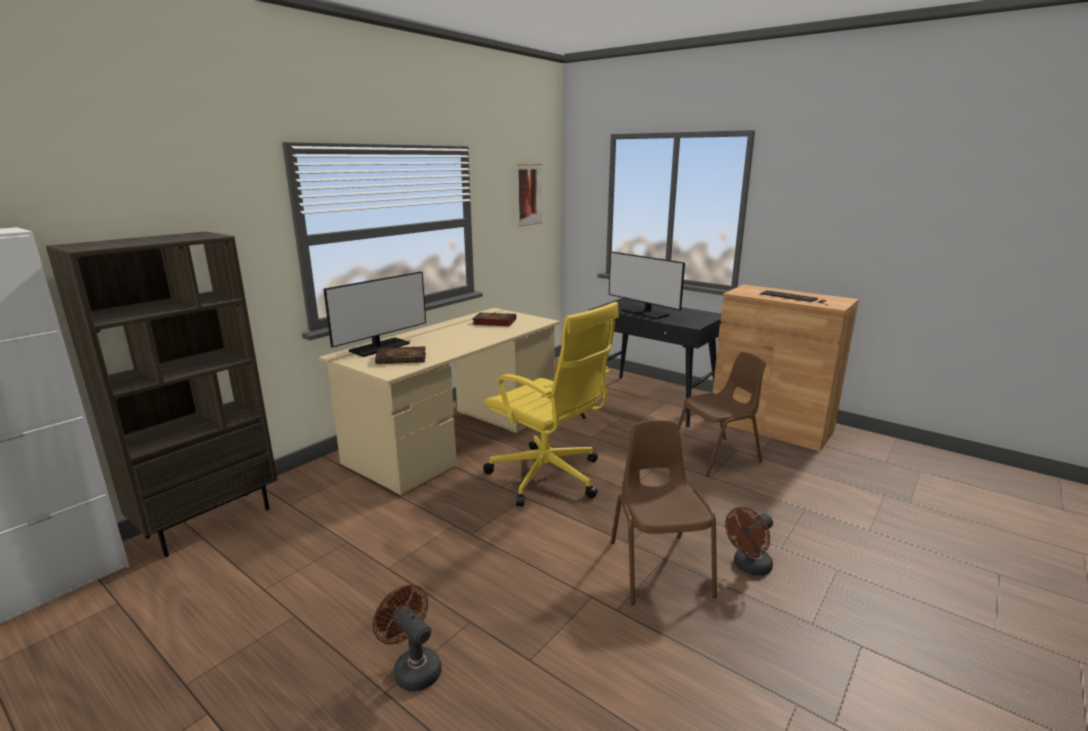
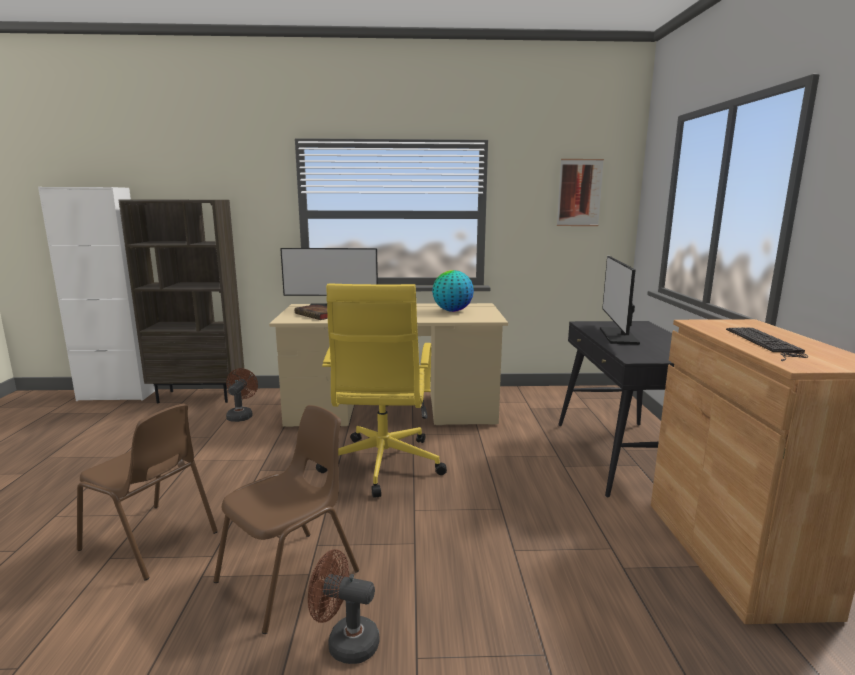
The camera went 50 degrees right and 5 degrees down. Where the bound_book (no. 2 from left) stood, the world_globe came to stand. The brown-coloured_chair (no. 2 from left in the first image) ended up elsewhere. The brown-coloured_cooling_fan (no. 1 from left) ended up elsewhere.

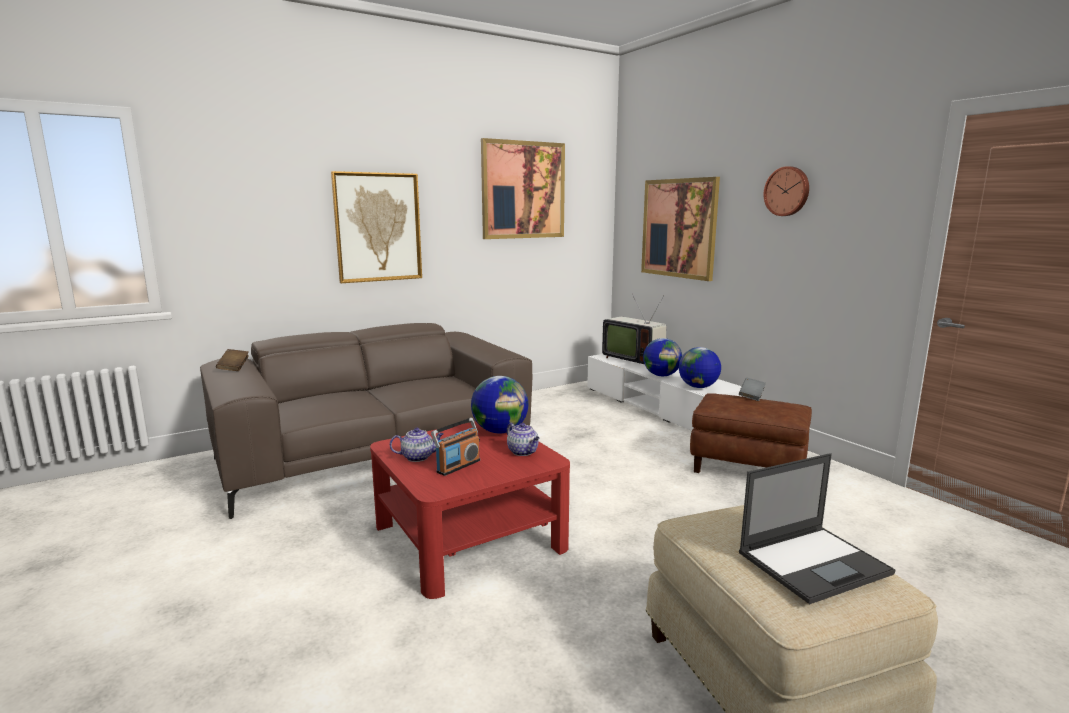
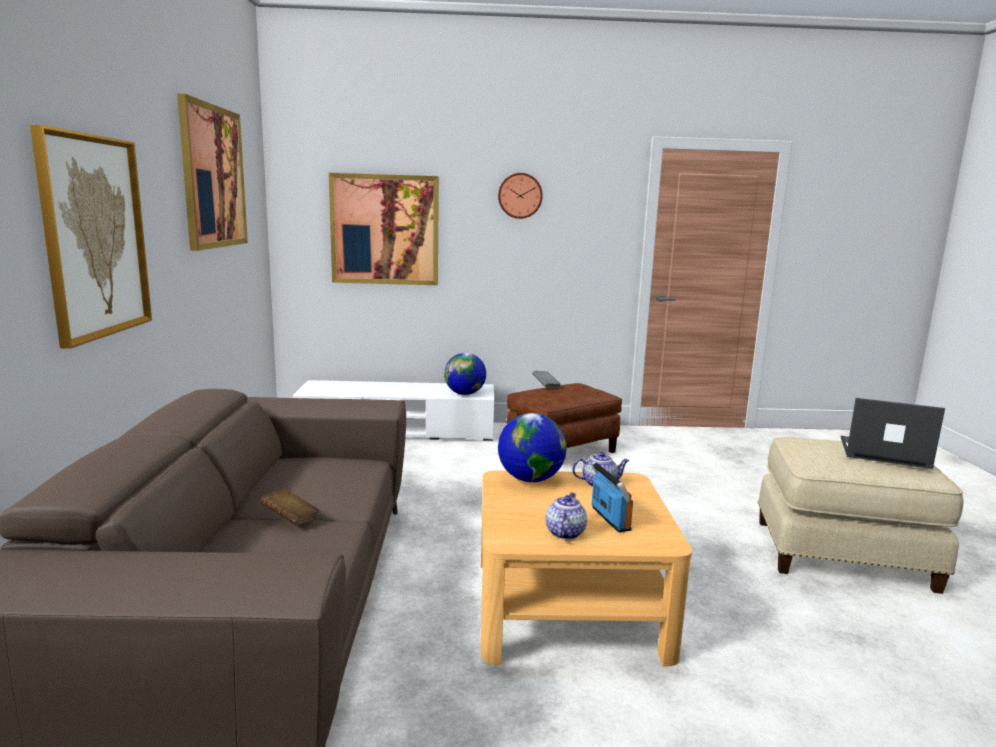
The camera went 60 degrees left and 0 degrees up. The second view lost the television. The second view lost the world_globe (no. 2 from left). The brown-coloured_bound_book ended up elsewhere. What was the red_coffee_table turned into the sand-coloured_coffee_table. The portable_computer ended up facing another way, 75 degrees counterclockwise from before.

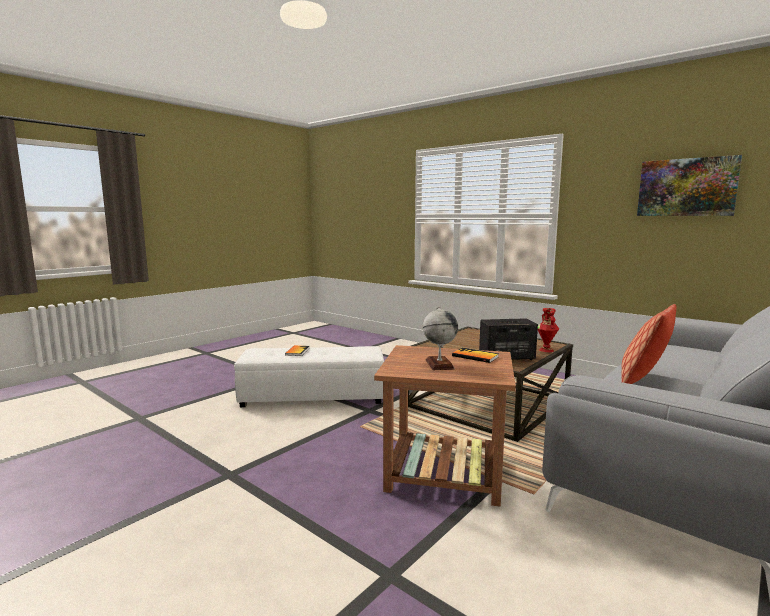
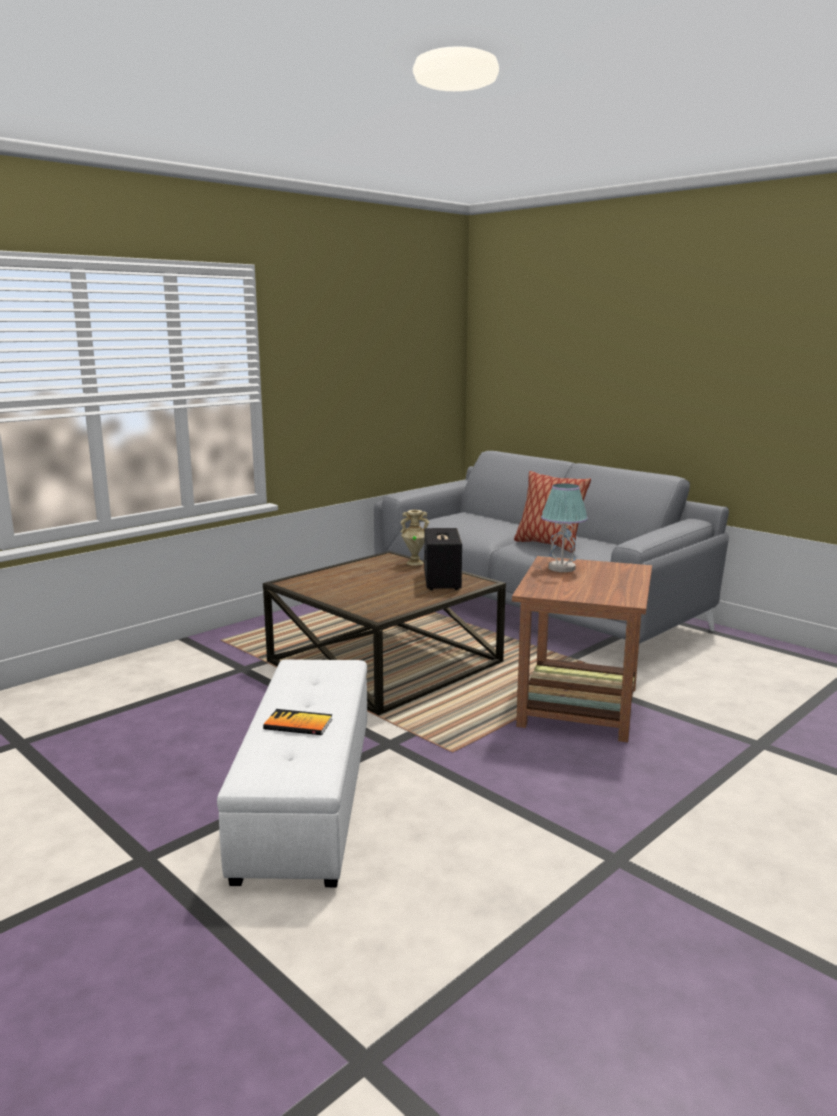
The camera went 85 degrees left and 5 degrees up. The second view lost the wall_art. The second view lost the world_globe. What was the red_decorative_vase turned into the sand-coloured_decorative_vase. Where the bound_book (no. 2 from left) stood, the tabletop_lamp came to stand.

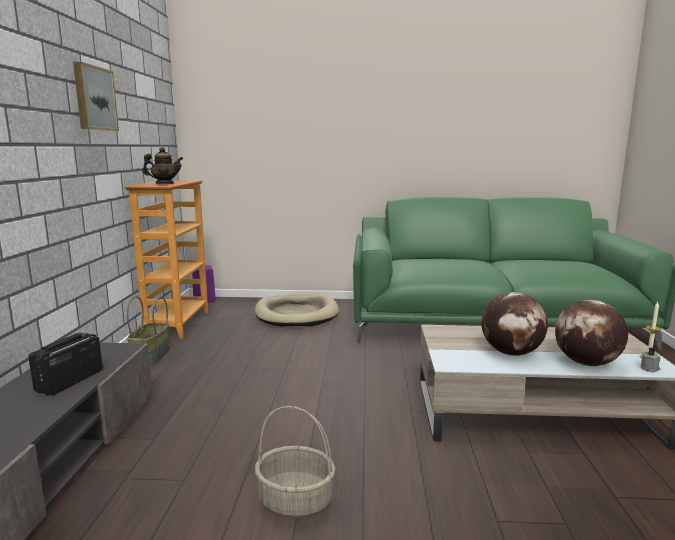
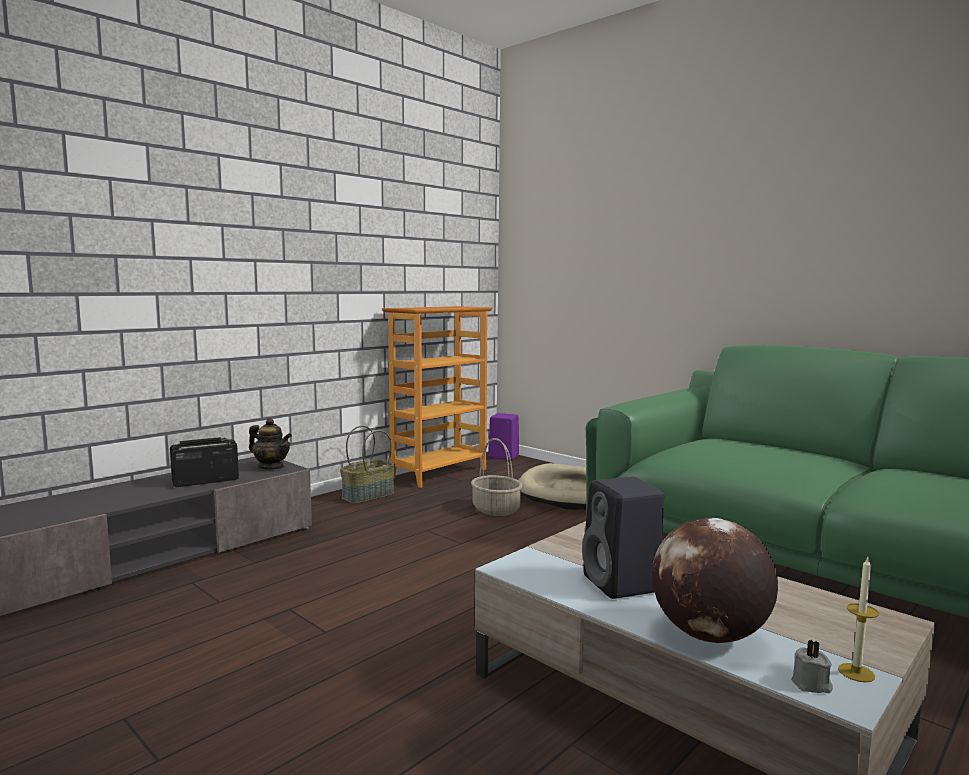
The camera went 40 degrees right and 5 degrees down. The second view lost the wall_art. The pot_for_tea ended up elsewhere. Where the world_globe (no. 1 from left) stood, the blackish_speaker came to stand. The storage_basket (no. 2 from left) ended up elsewhere.

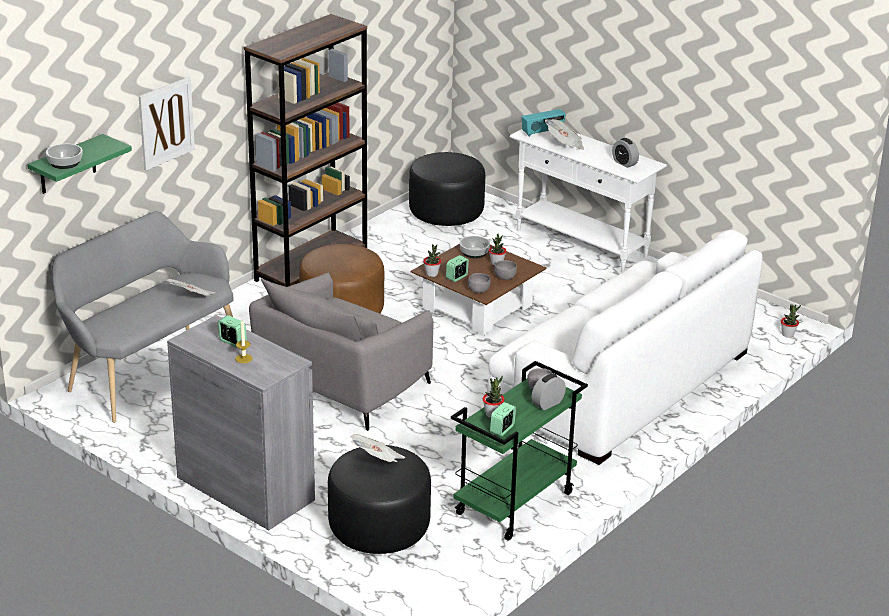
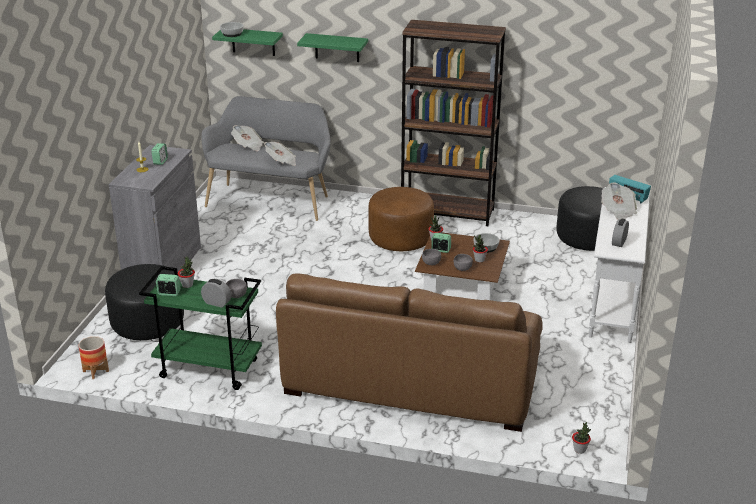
The camera went 65 degrees right and 0 degrees up. Where the wall_art hung, the greenish_bracket_shelf (no. 2 from left) came to hang. What was the whitish_settee turned into the brown-coloured_settee. The second view lost the greyish_armchair. The newspaper (no. 2 from left in the first image) ended up elsewhere. The second view gained the plant_pot.

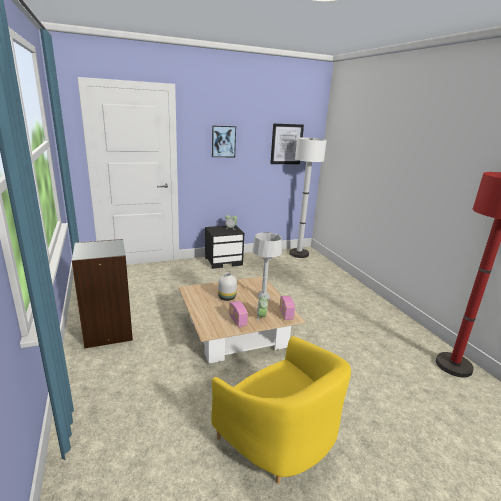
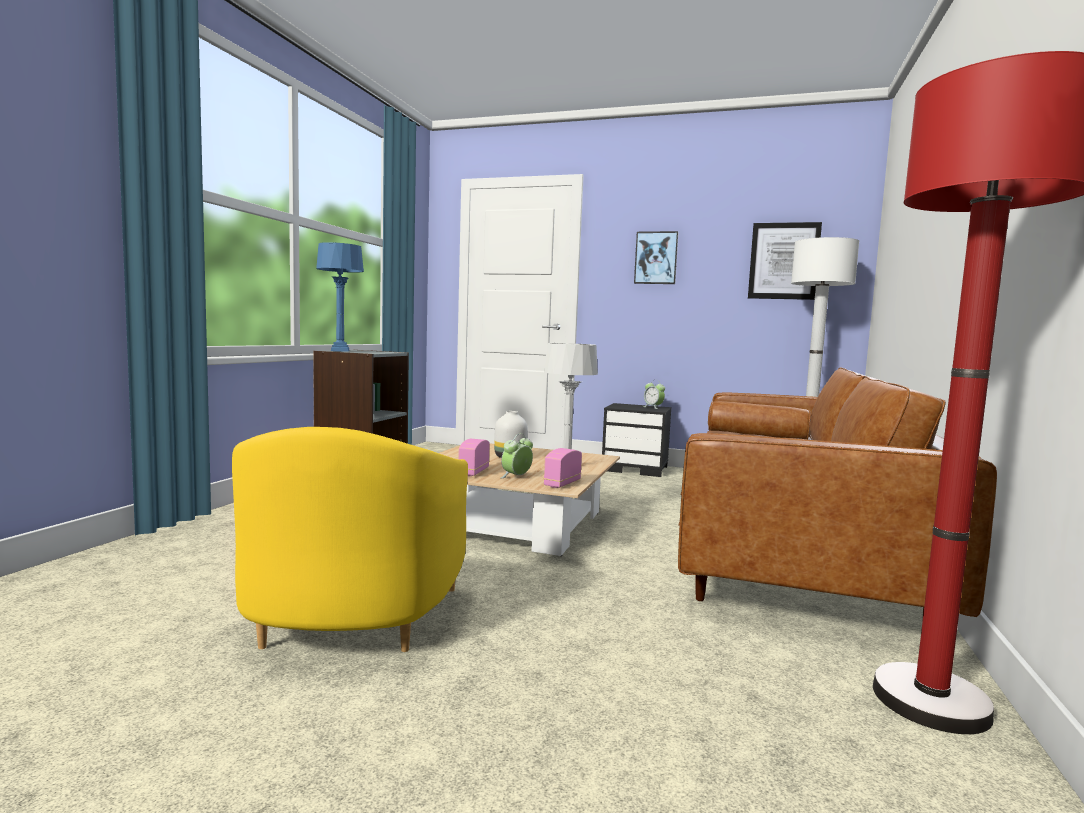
The camera went 40 degrees right and 15 degrees down. The second view gained the blue-coloured_tabletop_lamp. The second view gained the brown-coloured_settee.

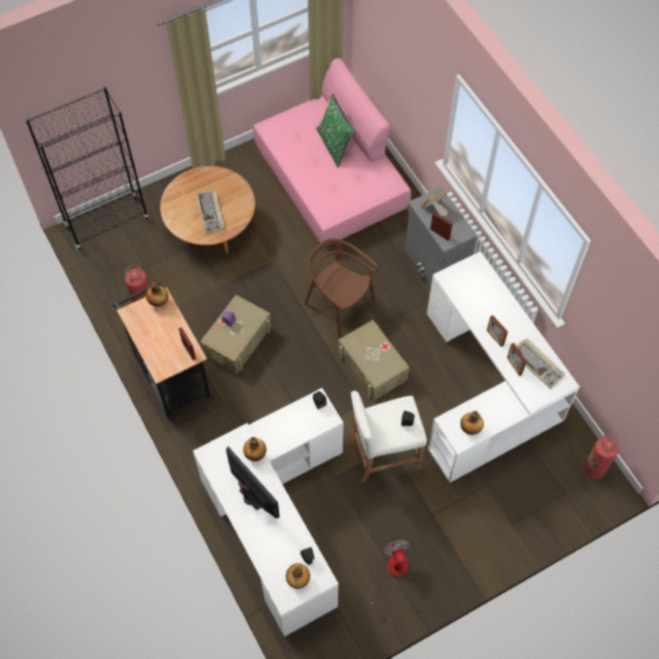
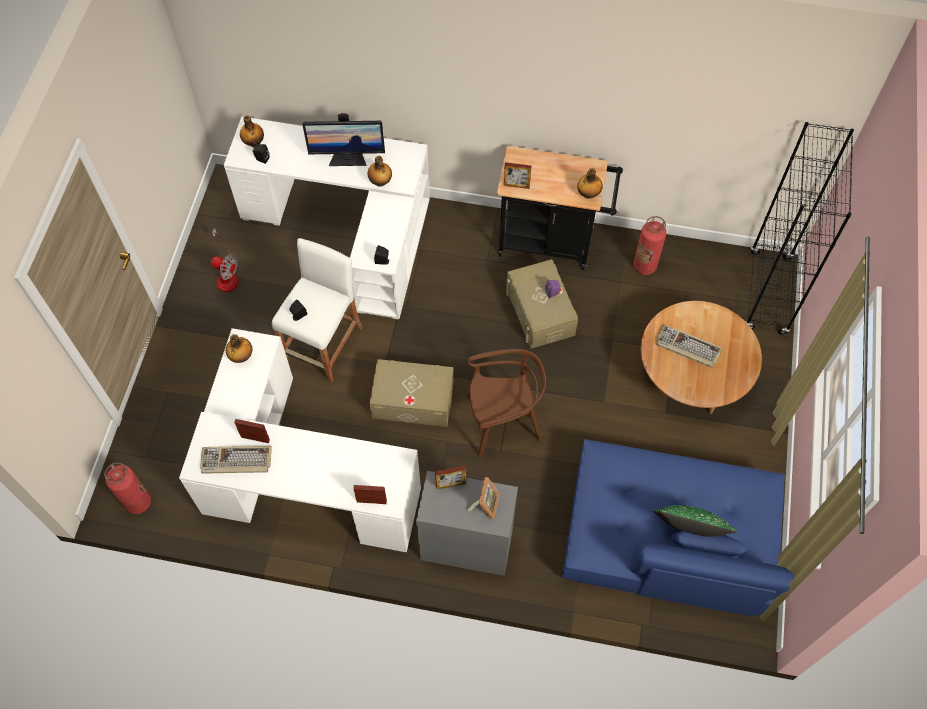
The camera went 130 degrees right and 0 degrees up. What was the pinkish_settee turned into the blue-coloured_settee. The standing_frame (no. 4 from left in the first image) ended up elsewhere.

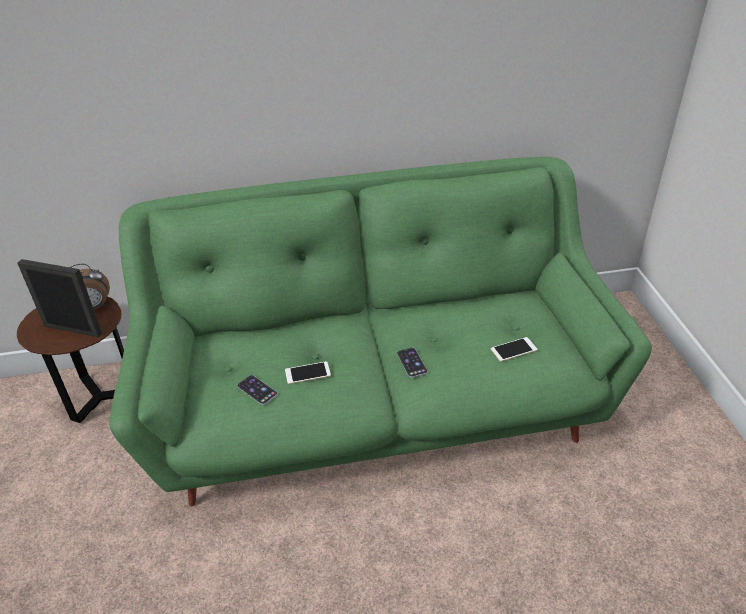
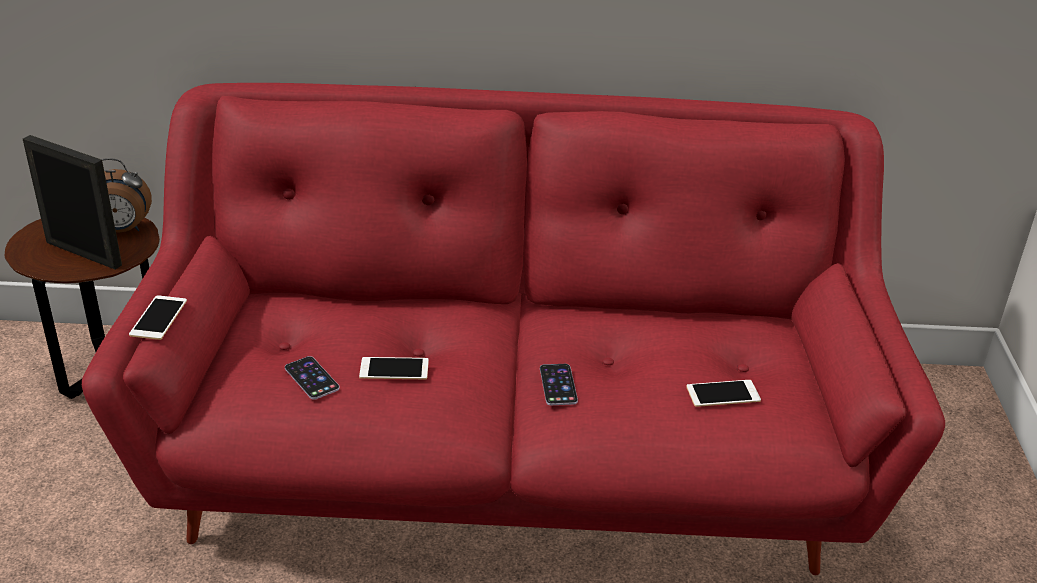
The camera went 10 degrees right and 5 degrees down. What was the greenish_settee turned into the red_settee. The second view gained the telephone (no. 1 from left).

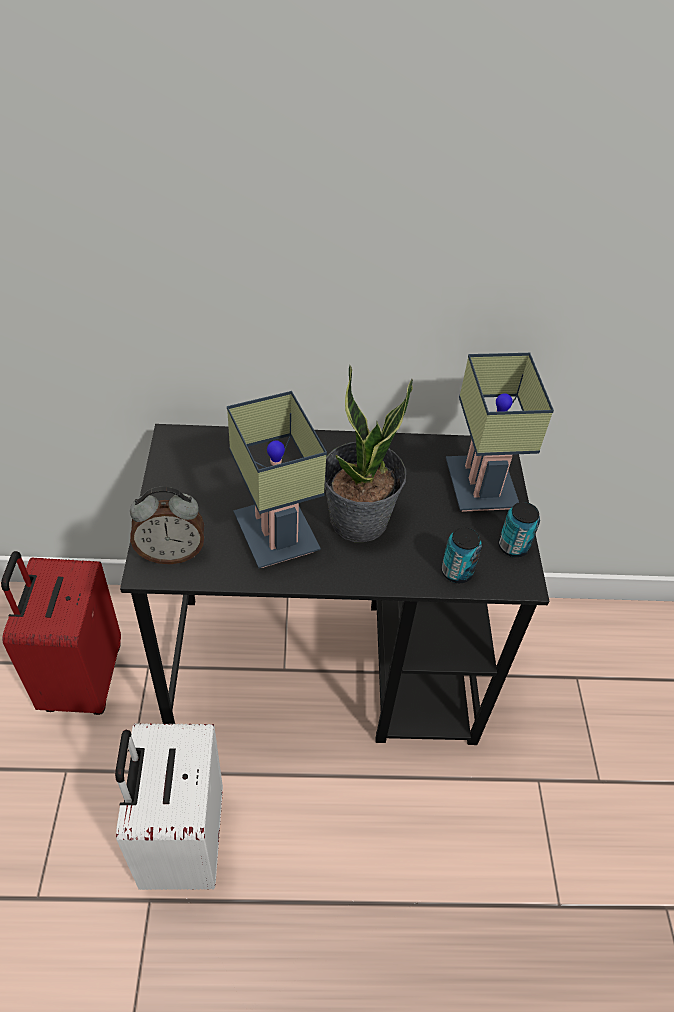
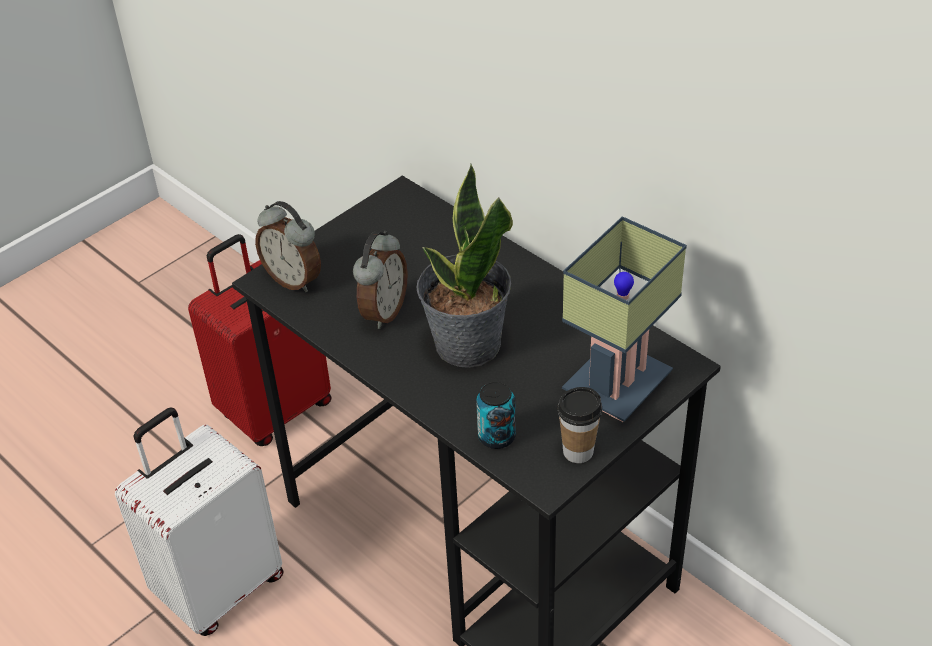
The camera went 50 degrees right and 5 degrees down. Where the tabletop_lamp (no. 1 from left) stood, the bedside_clock (no. 2 from left) came to stand. Where the sealed_can (no. 2 from left) stood, the cup came to stand.

